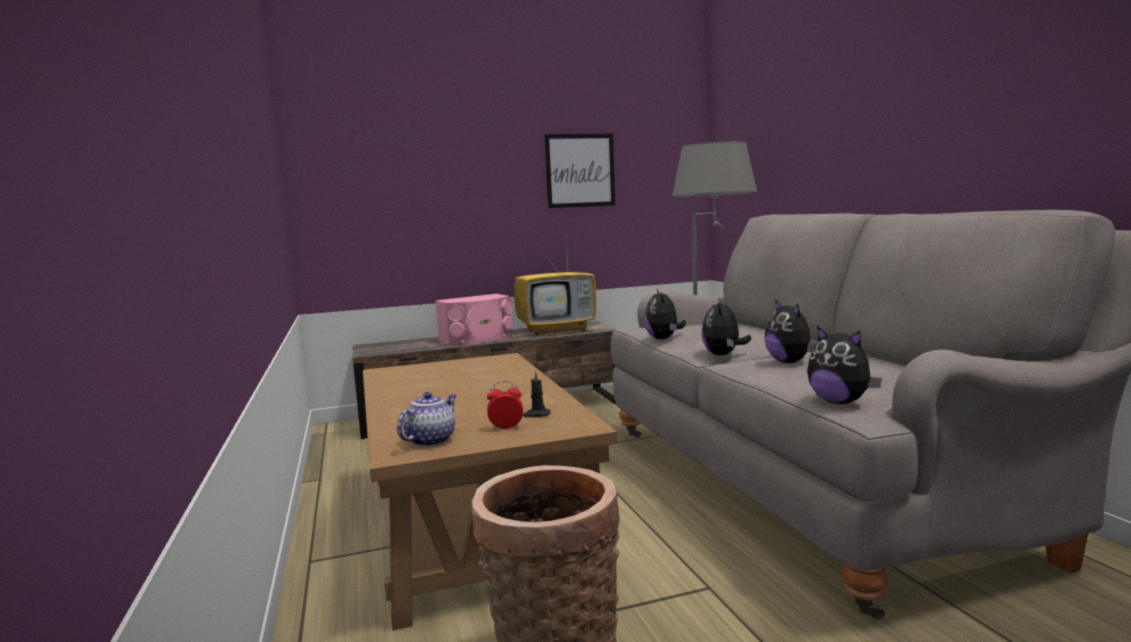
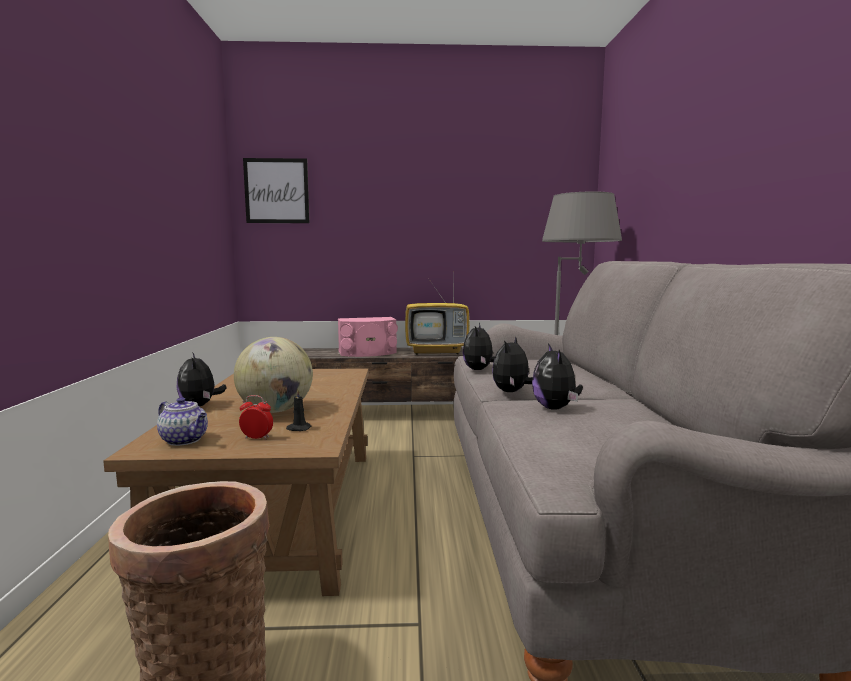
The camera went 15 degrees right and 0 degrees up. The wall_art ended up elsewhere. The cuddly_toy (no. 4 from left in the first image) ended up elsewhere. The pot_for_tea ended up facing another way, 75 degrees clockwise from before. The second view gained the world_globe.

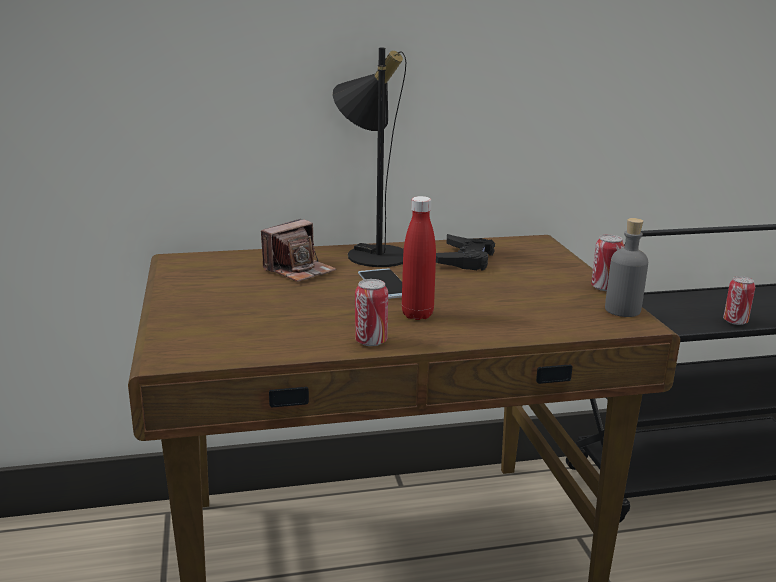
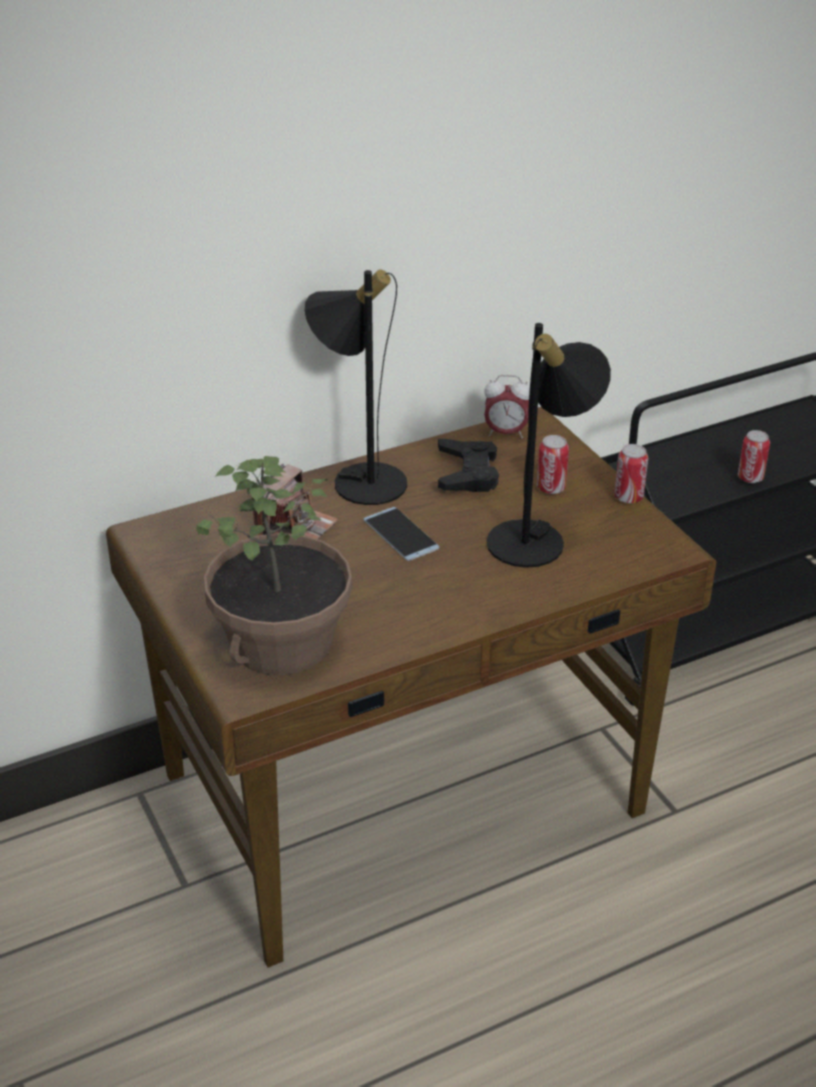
The camera went 15 degrees left and 15 degrees up. The second view lost the red_beverage_bottle. The second view lost the greyish_beverage_bottle. The sealed_can (no. 1 from left) ended up elsewhere. The second view gained the blackish_tabletop_lamp (no. 2 from left). The second view gained the bedside_clock. The second view gained the plant_in_a_pot.

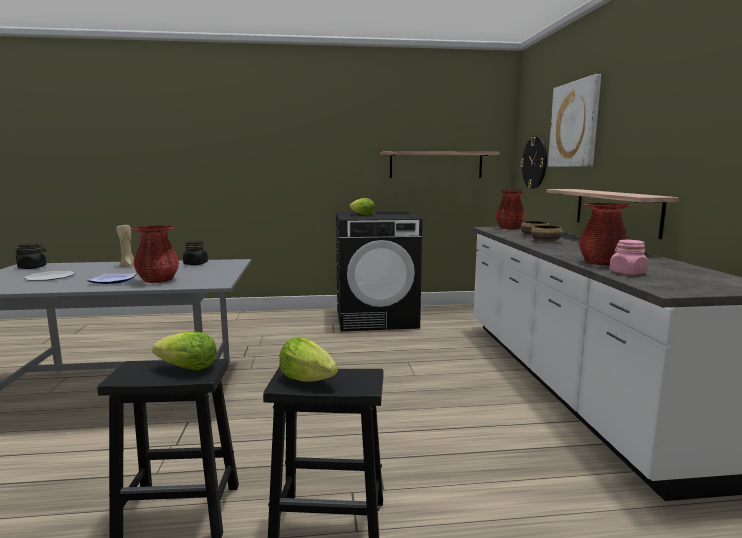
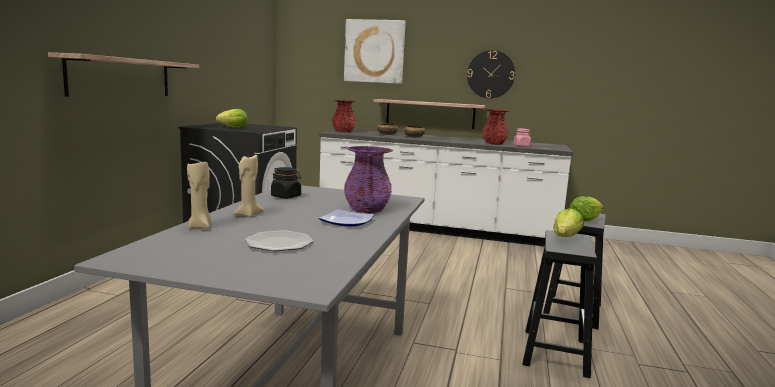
The camera went 70 degrees left and 0 degrees up. The wall_clock ended up elsewhere. The bracket_shelf (no. 1 from left) ended up elsewhere. What was the red_decorative_vase (no. 1 from left) turned into the purple_decorative_vase. The second view lost the blackish_storage_jar (no. 1 from left). The second view gained the sand-coloured_wax_candle (no. 1 from left).

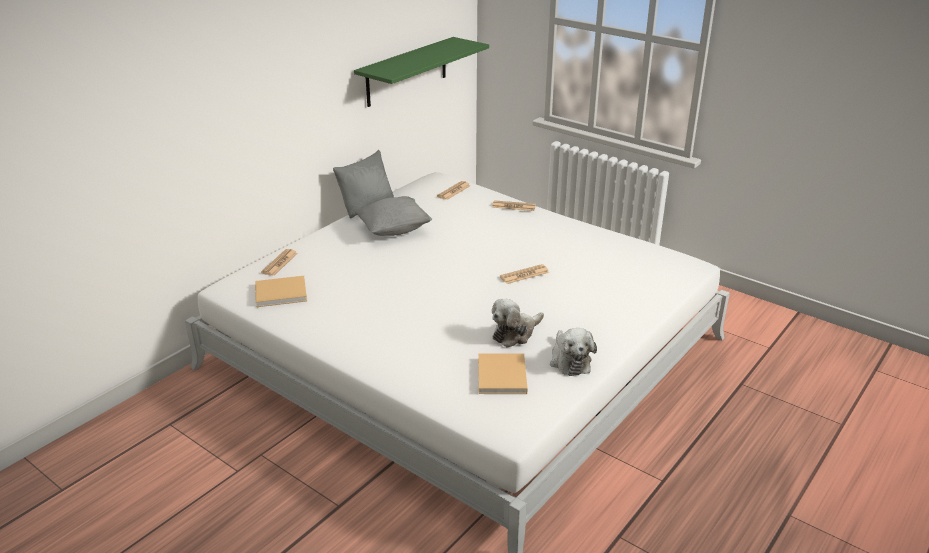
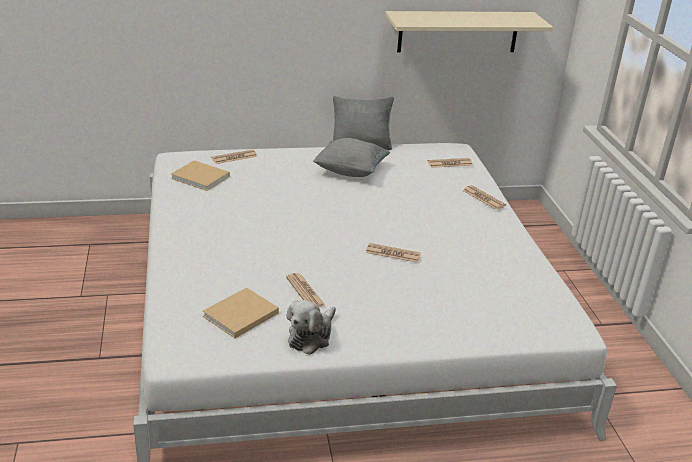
The camera went 40 degrees right and 0 degrees up. What was the greenish_bracket_shelf turned into the sand-coloured_bracket_shelf. Where the cuddly_toy (no. 1 from left) stood, the newspaper (no. 2 from left) came to stand.

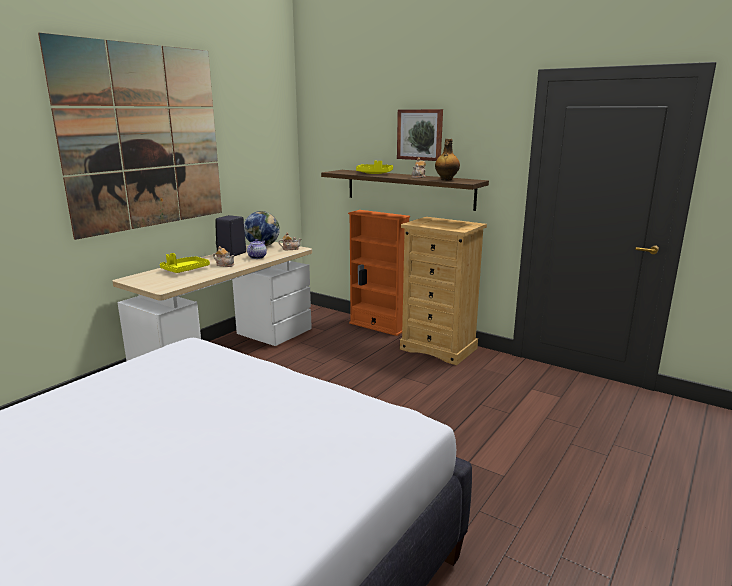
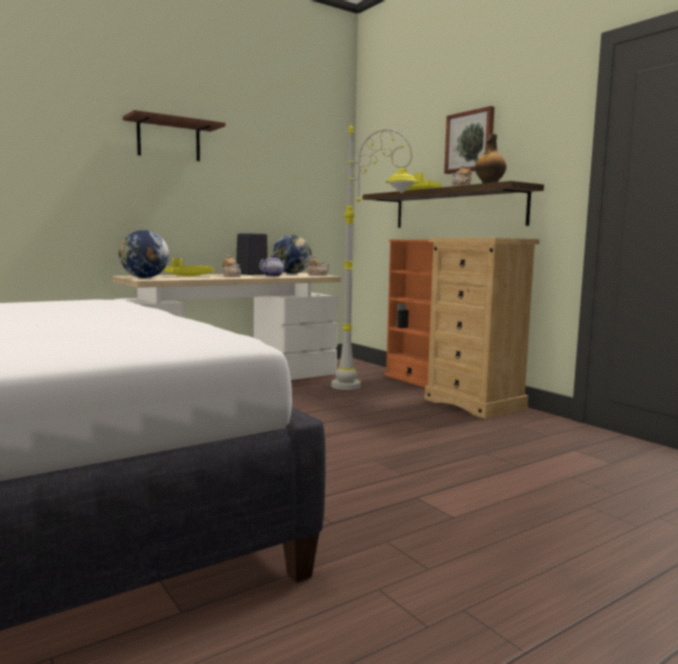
The camera went 20 degrees right and 10 degrees down. Where the wall_art (no. 1 from left) hung, the bracket_shelf (no. 1 from left) came to hang. The second view gained the greyish_standard_lamp. The second view gained the world_globe (no. 1 from left).

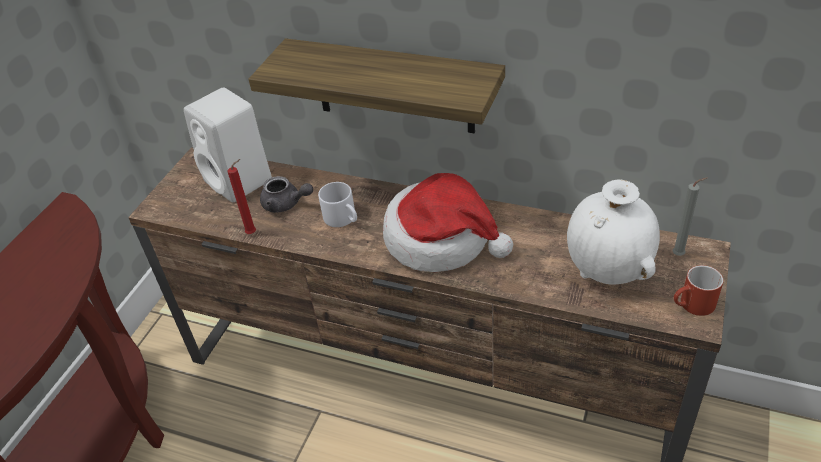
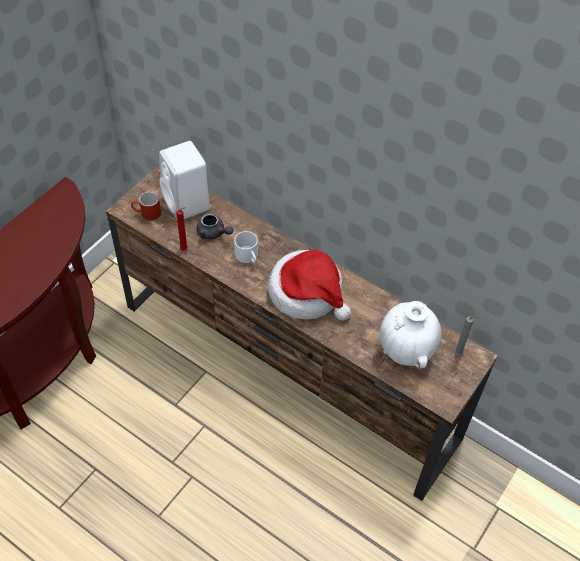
The camera went 10 degrees right and 10 degrees up. The second view lost the bracket_shelf. The red_coffee_mug ended up elsewhere.

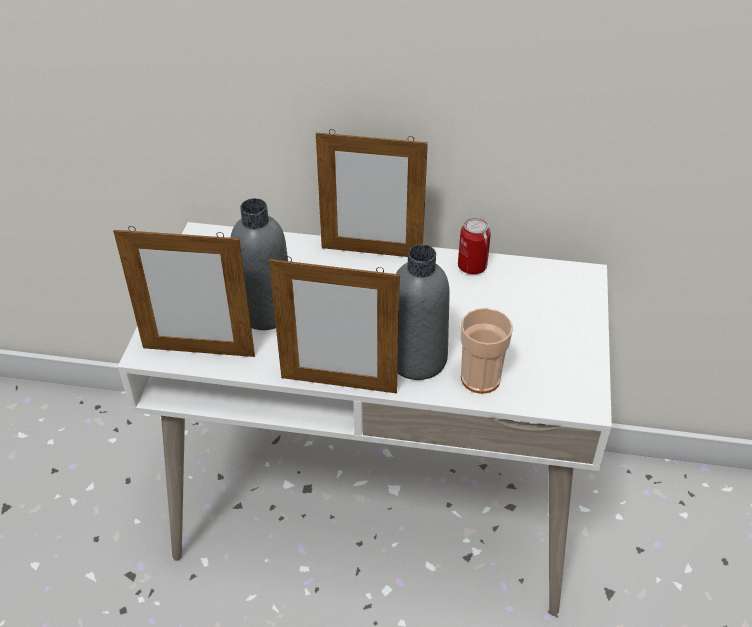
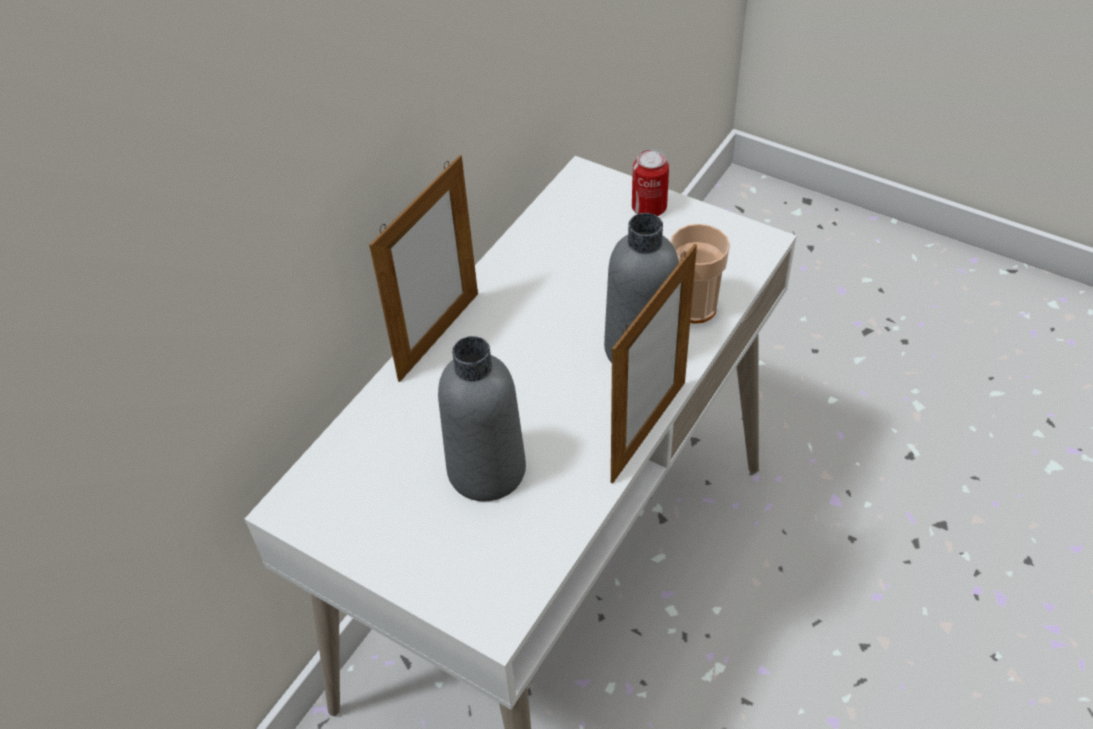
The camera went 65 degrees left and 5 degrees up. The sealed_can ended up elsewhere. The second view lost the standing_frame (no. 1 from left).

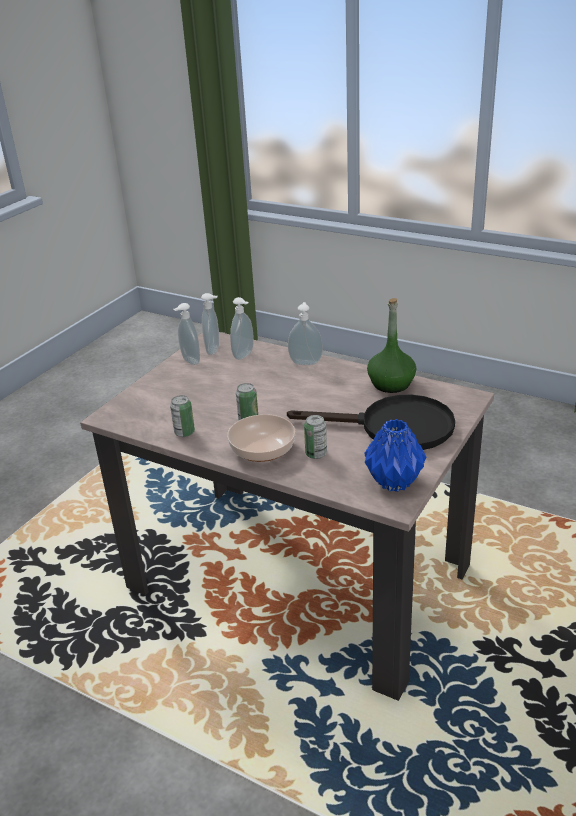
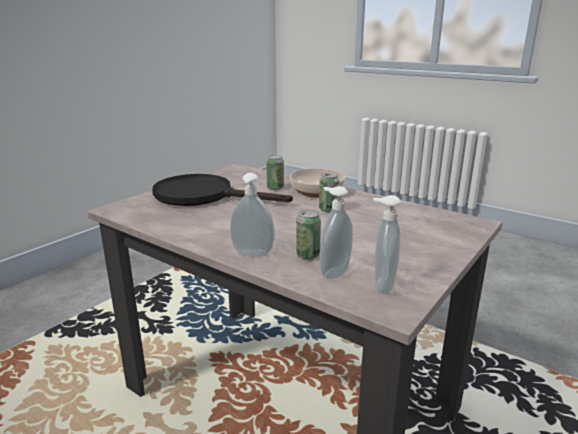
The camera went 175 degrees left and 10 degrees down. The second view lost the greenish_beverage_bottle. The second view lost the soap_bottle (no. 1 from left). The sealed_can (no. 1 from left in the first image) ended up elsewhere. The second view lost the blue-coloured_decorative_vase.

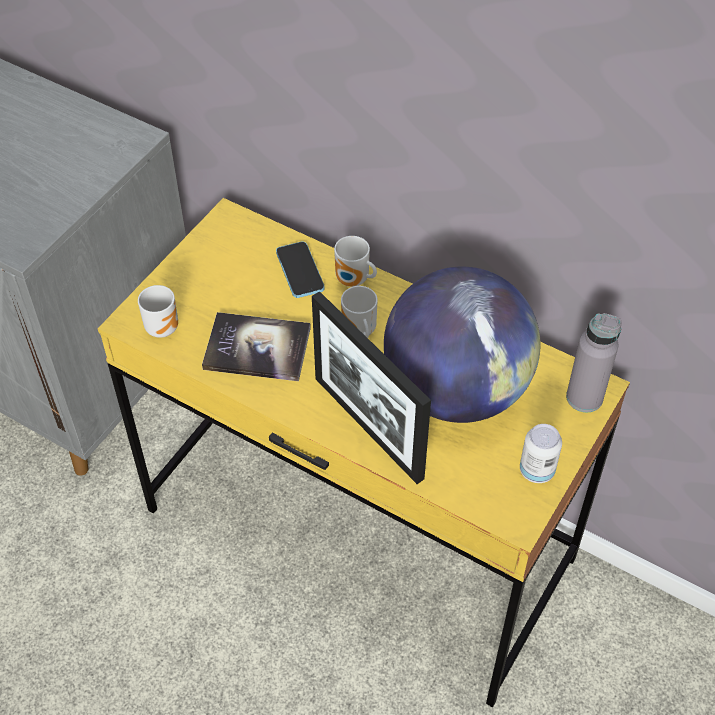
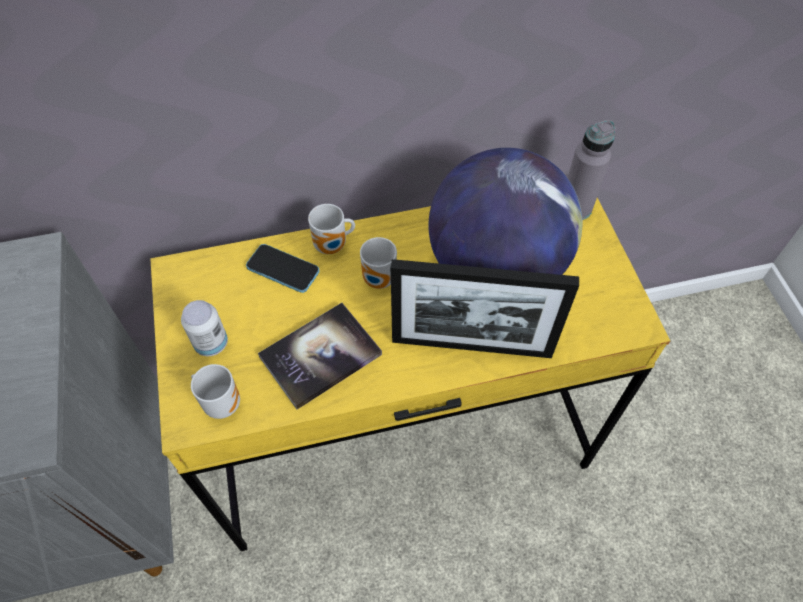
The camera went 45 degrees left and 5 degrees up. The sealed_can ended up elsewhere.

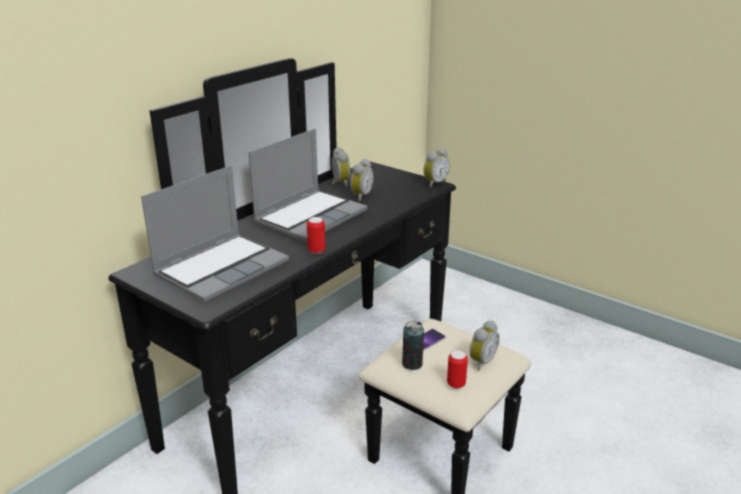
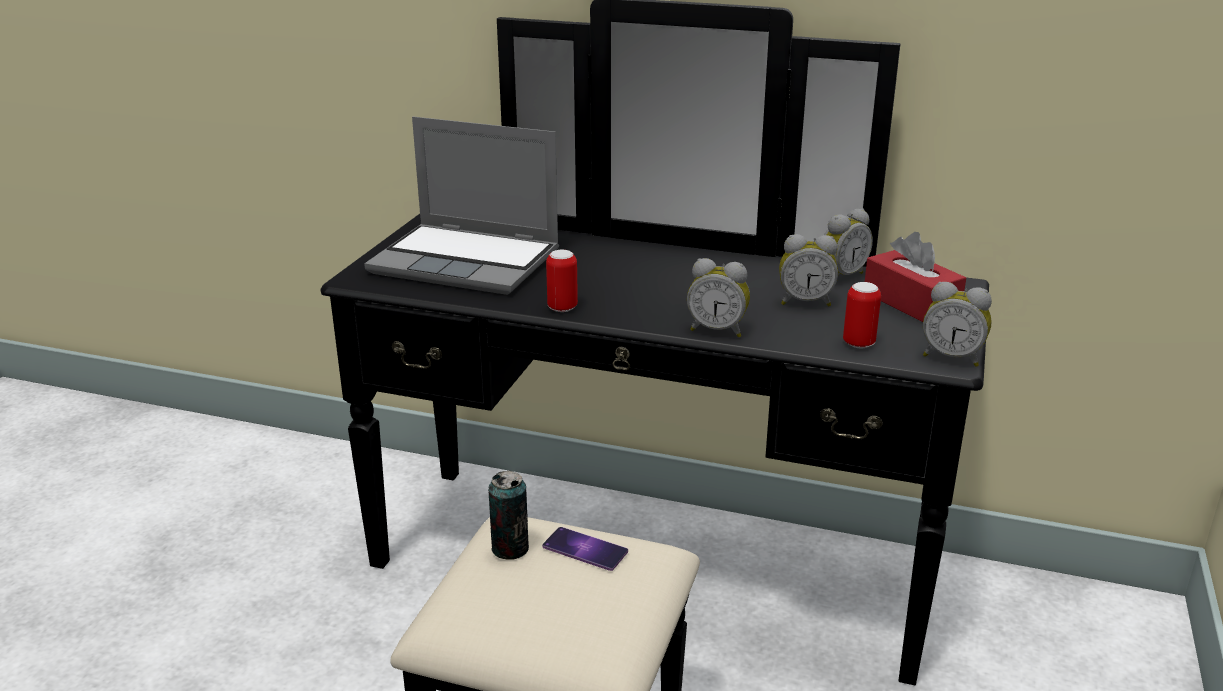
The camera went 70 degrees right and 0 degrees up. The second view lost the portable_computer (no. 2 from left). The bedside_clock (no. 4 from left in the first image) ended up elsewhere. The sealed_can (no. 3 from left) ended up elsewhere. The second view gained the red_box_of_tissues.

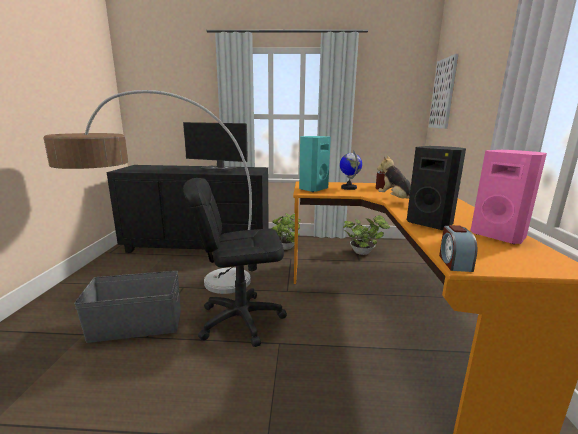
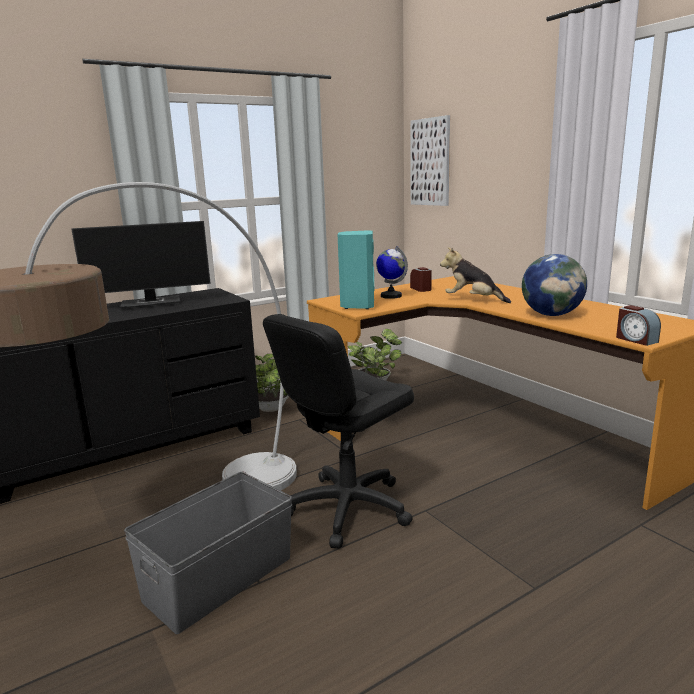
The camera went 35 degrees left and 0 degrees up. Where the blackish_speaker stood, the world_globe (no. 2 from left) came to stand. The second view lost the pinkish_speaker.

